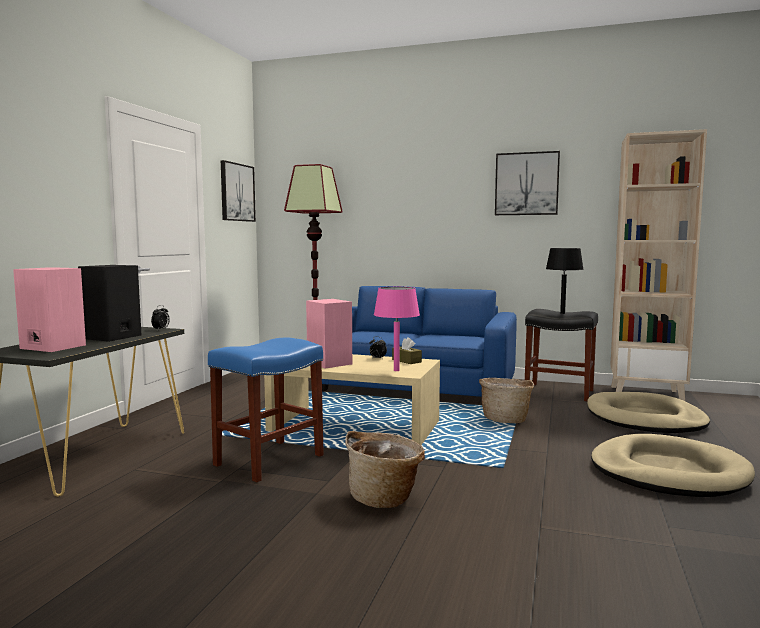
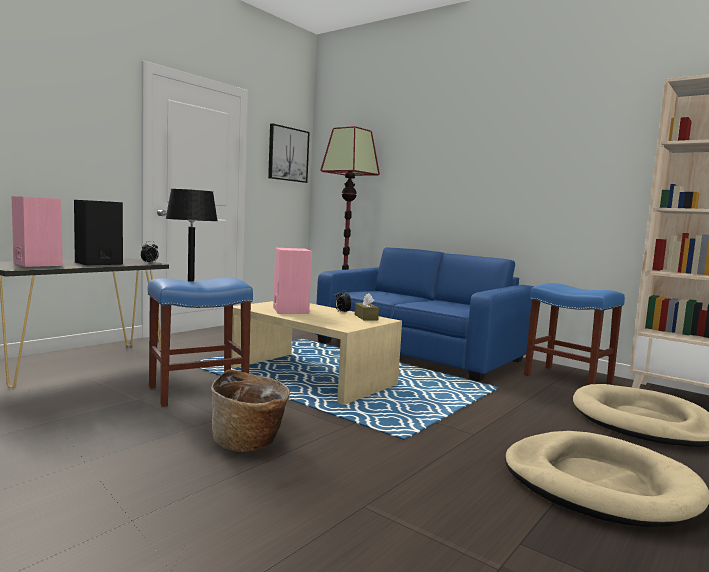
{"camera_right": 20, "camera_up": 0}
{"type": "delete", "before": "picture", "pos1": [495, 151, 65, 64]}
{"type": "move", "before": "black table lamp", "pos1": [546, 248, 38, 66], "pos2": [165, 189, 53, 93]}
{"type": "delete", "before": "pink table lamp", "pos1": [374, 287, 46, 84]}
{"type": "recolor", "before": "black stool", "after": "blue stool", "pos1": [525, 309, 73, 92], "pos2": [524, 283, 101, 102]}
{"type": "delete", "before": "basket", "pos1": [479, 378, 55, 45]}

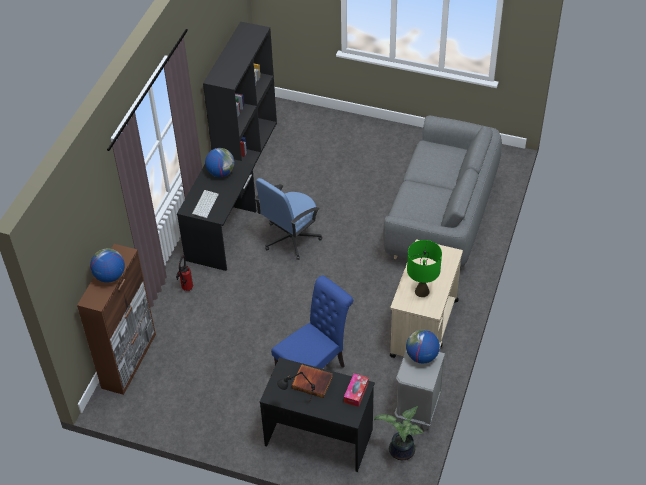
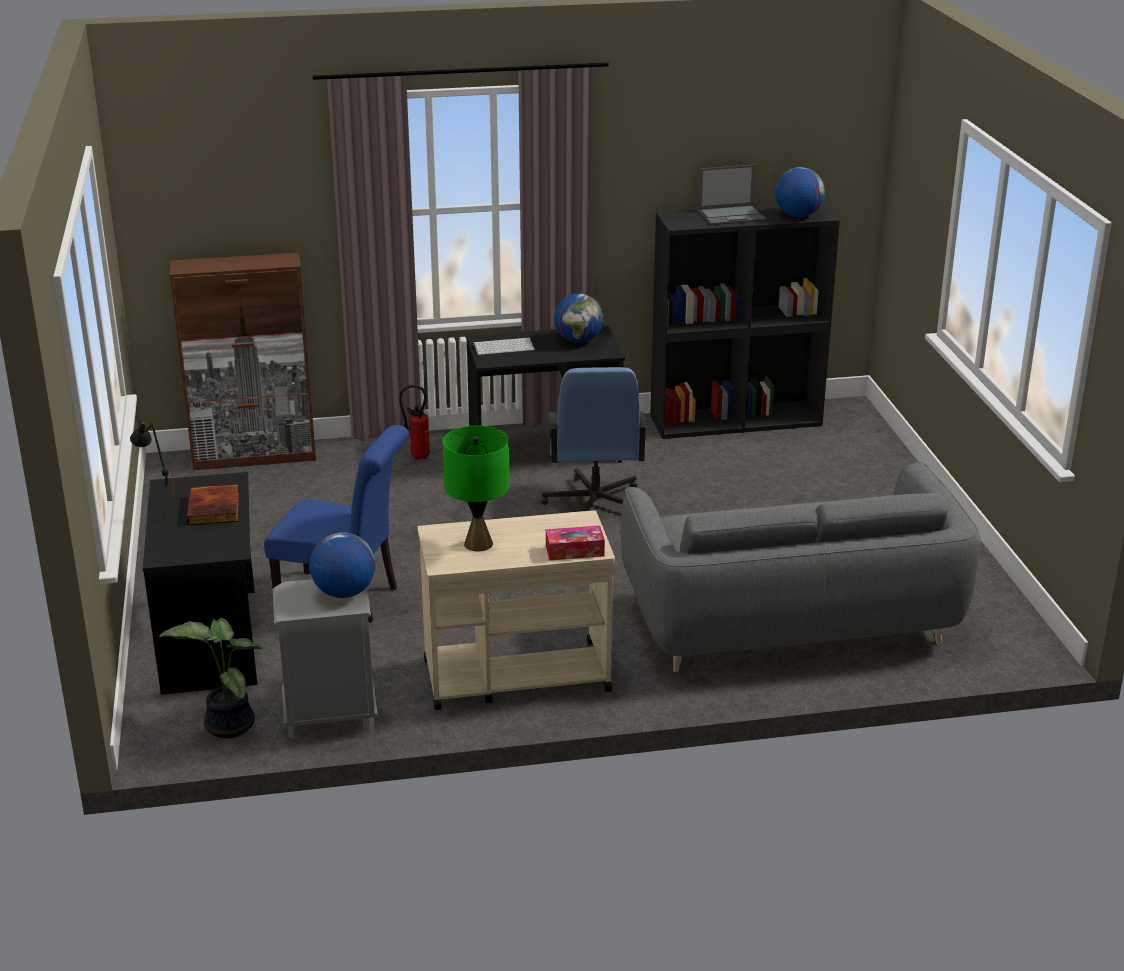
{"camera_right": 60, "camera_up": -20}
{"type": "rotate", "before": "blue office chair", "pos1": [255, 178, 67, 82], "pos2": [541, 367, 106, 144], "turn": -105}
{"type": "move", "before": "globe", "pos1": [90, 249, 35, 34], "pos2": [775, 167, 50, 50]}
{"type": "move", "before": "tissue box", "pos1": [344, 373, 25, 34], "pos2": [546, 526, 59, 34]}
{"type": "insert", "after": "laptop", "pos2": [698, 165, 68, 60]}

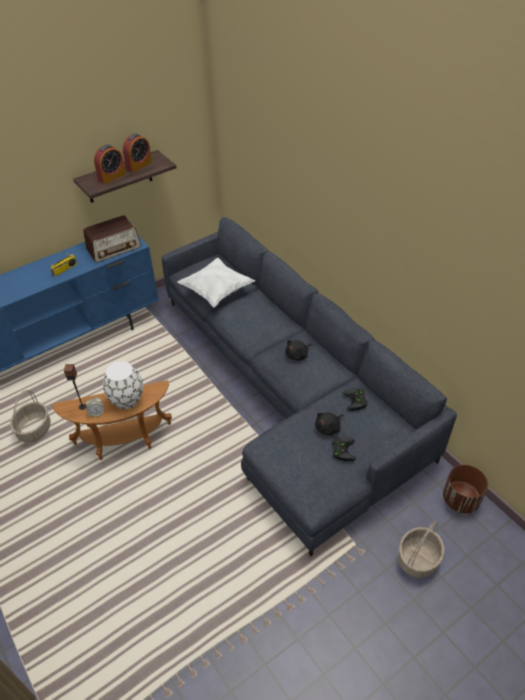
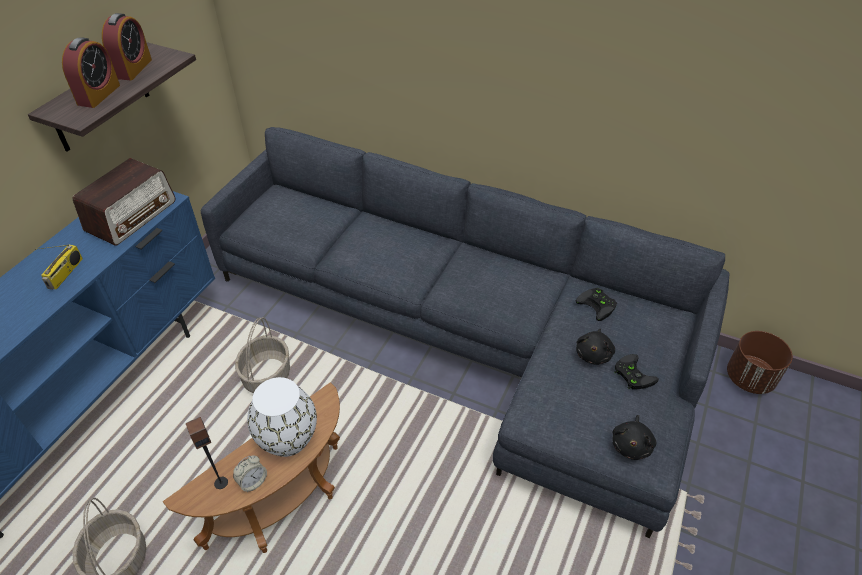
{"camera_right": -30, "camera_up": 0}
{"type": "delete", "before": "white pillow", "pos1": [177, 258, 78, 49]}
{"type": "move", "before": "black plush toy", "pos1": [285, 340, 27, 21], "pos2": [613, 415, 43, 45]}
{"type": "move", "before": "basket", "pos1": [398, 521, 47, 57], "pos2": [235, 317, 55, 76]}

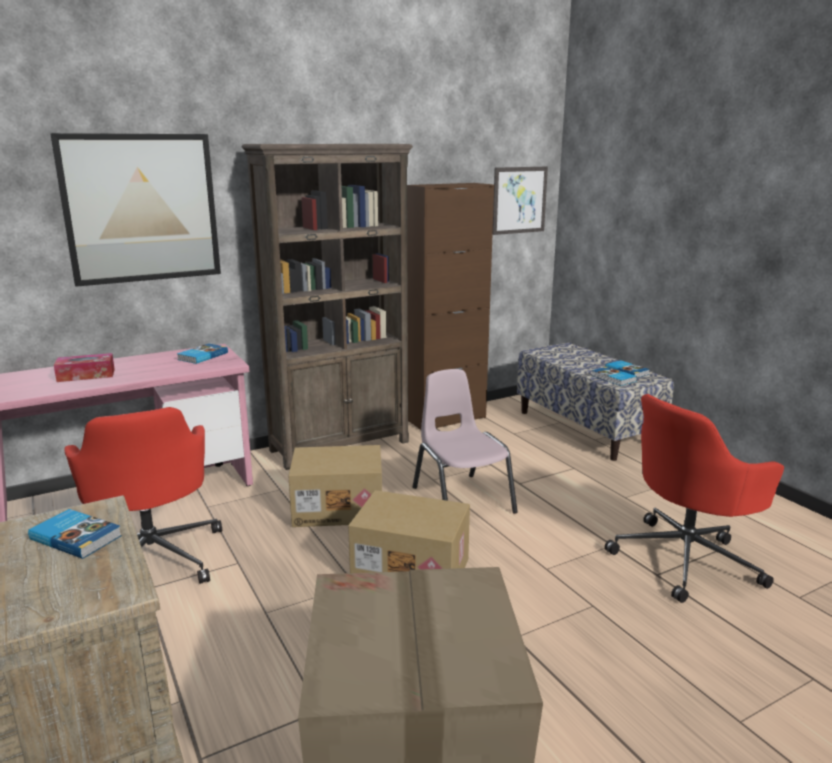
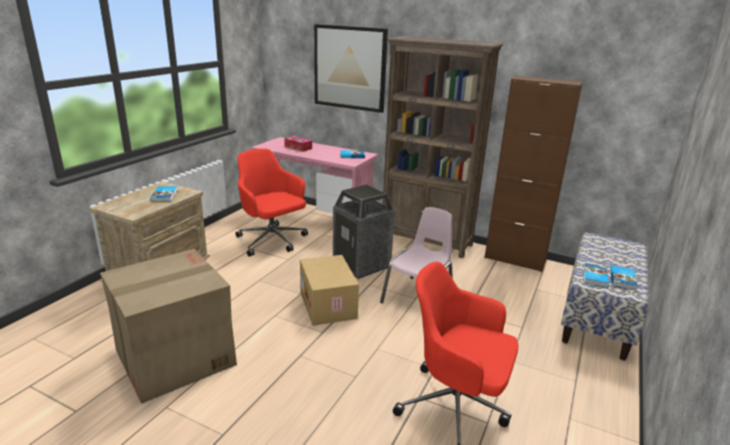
{"camera_right": 55, "camera_up": 5}
{"type": "delete", "before": "picture", "pos1": [492, 167, 56, 68]}
{"type": "rotate", "before": "red office chair", "pos1": [64, 407, 158, 177], "pos2": [236, 148, 72, 109], "turn": 105}
{"type": "replace", "before": "cardboard box", "after": "trash can", "pos1": [288, 445, 94, 82], "pos2": [333, 184, 62, 95]}

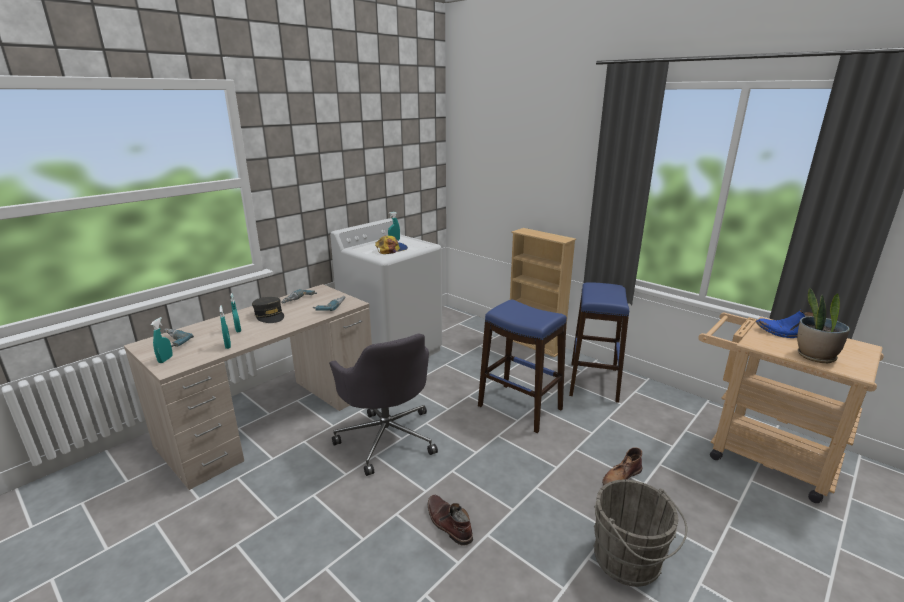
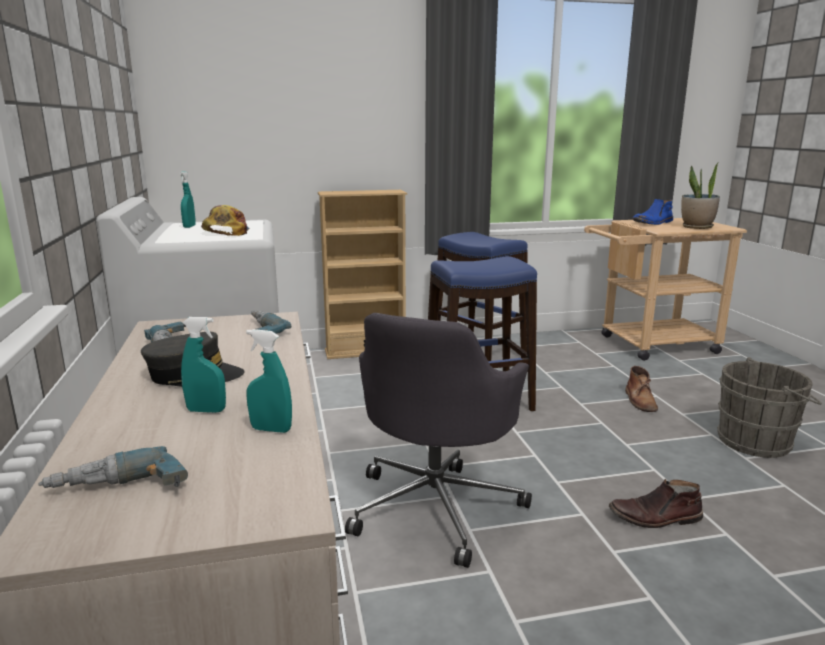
{"camera_right": -55, "camera_up": -5}
{"type": "delete", "before": "turquoise spray bottle", "pos1": [151, 317, 22, 46]}
{"type": "rotate", "before": "grey office chair", "pos1": [329, 334, 109, 142], "pos2": [345, 313, 187, 255], "turn": 105}

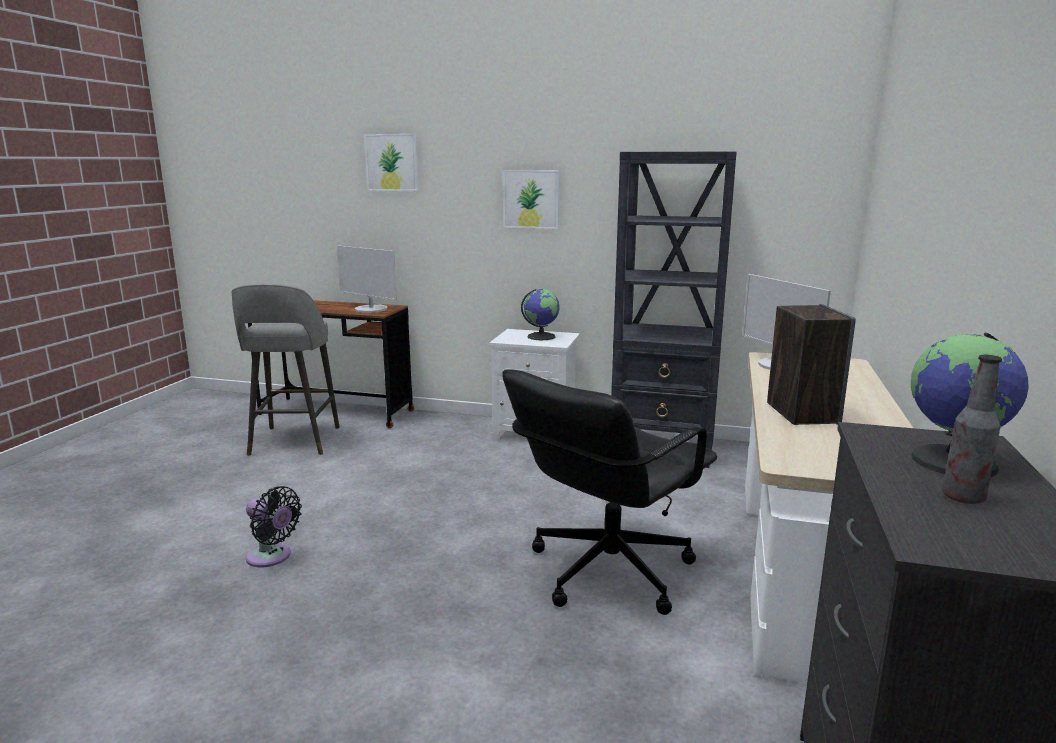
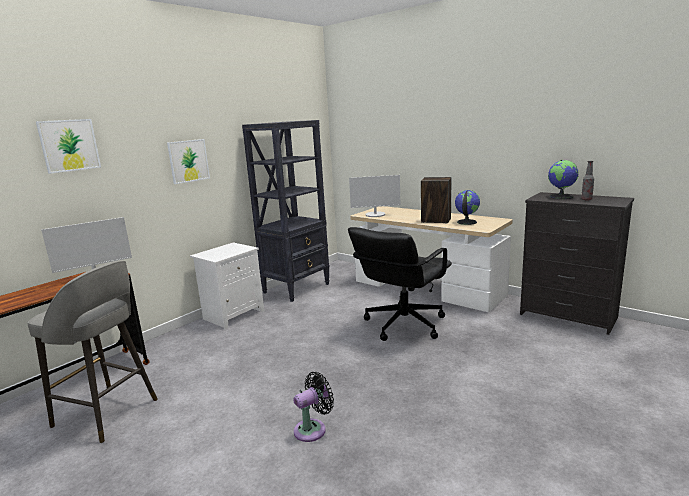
{"camera_right": -65, "camera_up": 0}
{"type": "move", "before": "globe", "pos1": [521, 289, 39, 51], "pos2": [455, 190, 25, 35]}
{"type": "rotate", "before": "black office chair", "pos1": [502, 369, 215, 246], "pos2": [348, 227, 104, 114], "turn": 60}

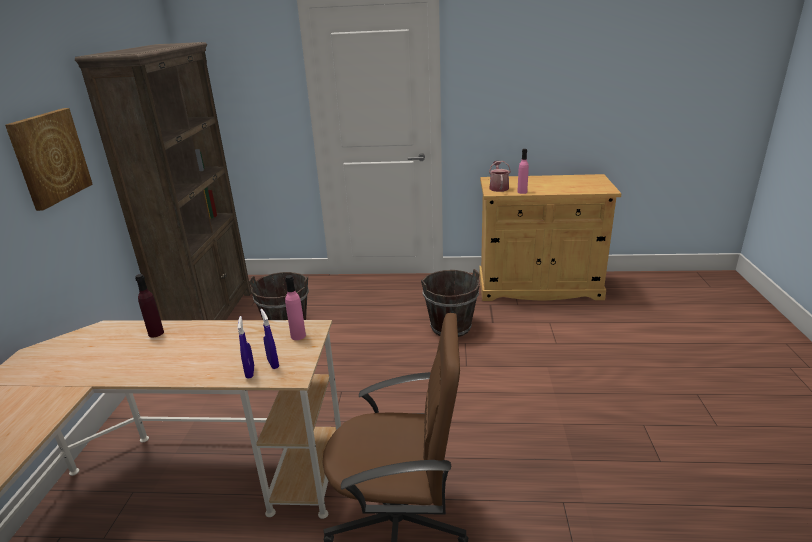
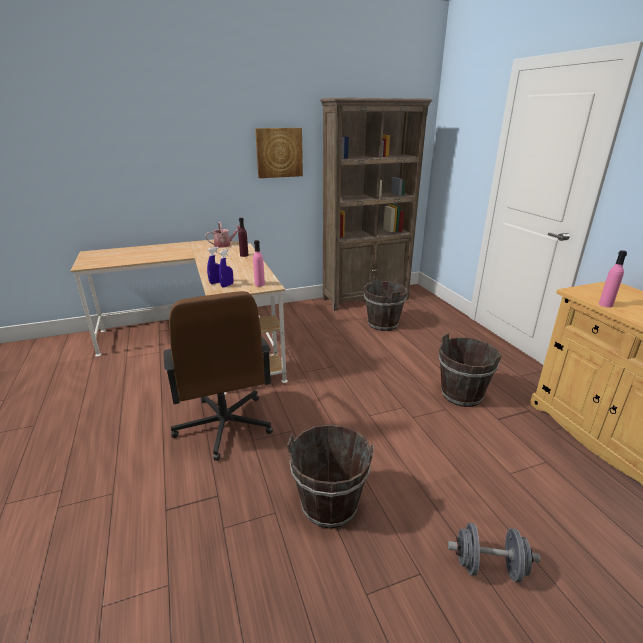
{"camera_right": 65, "camera_up": 0}
{"type": "move", "before": "watering can", "pos1": [489, 161, 22, 31], "pos2": [205, 222, 35, 26]}
{"type": "insert", "after": "brown bucket", "pos2": [287, 424, 87, 105]}
{"type": "insert", "after": "grey dumbbell", "pos2": [448, 523, 92, 59]}

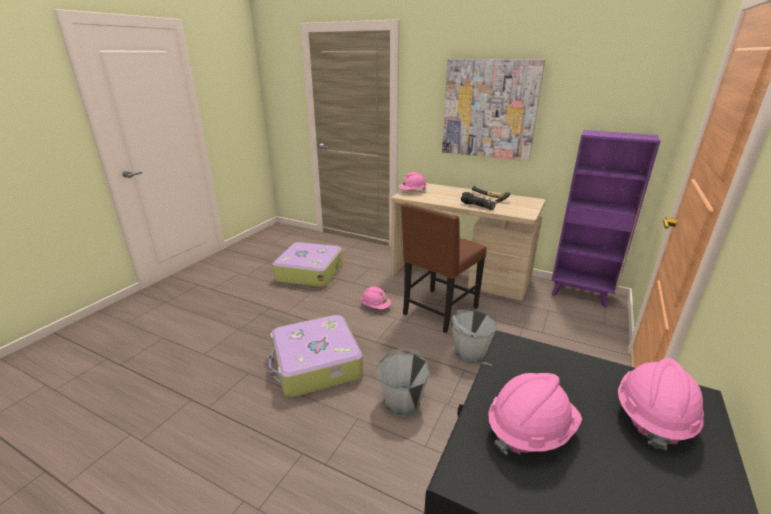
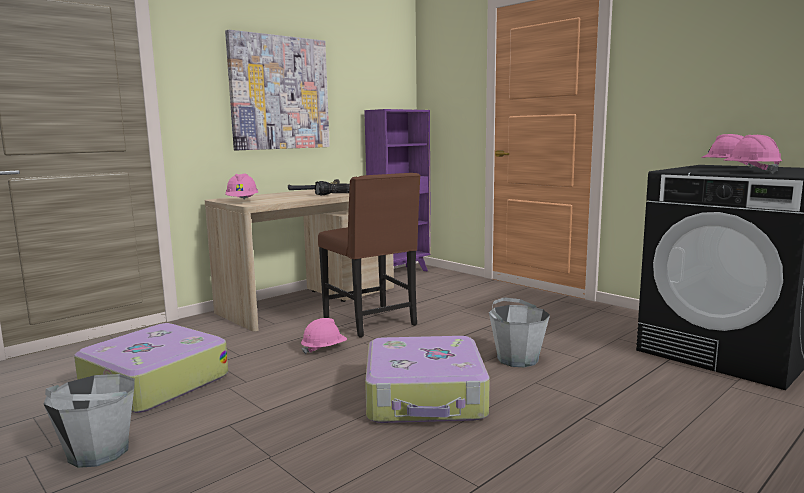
{"camera_right": -70, "camera_up": -15}
{"type": "move", "before": "grey bucket", "pos1": [451, 310, 45, 53], "pos2": [44, 374, 91, 94]}

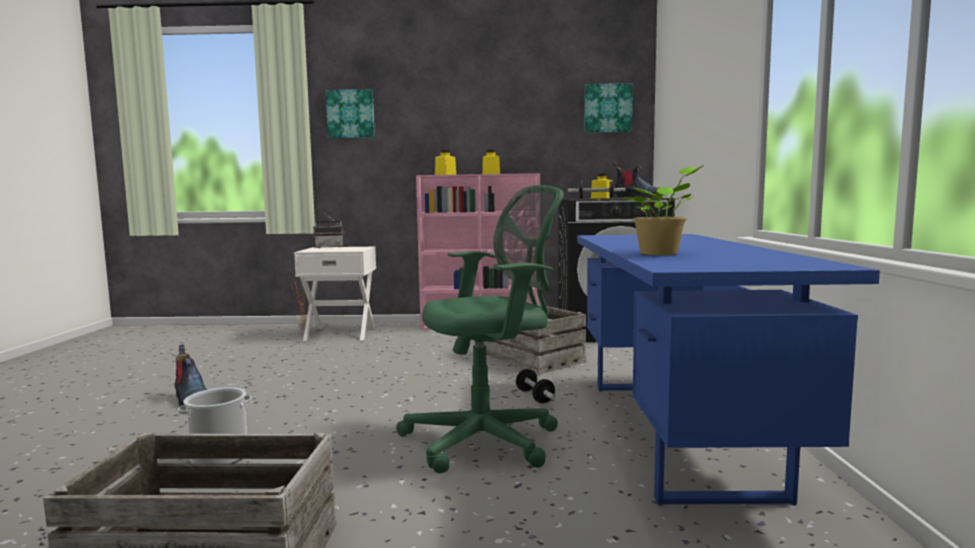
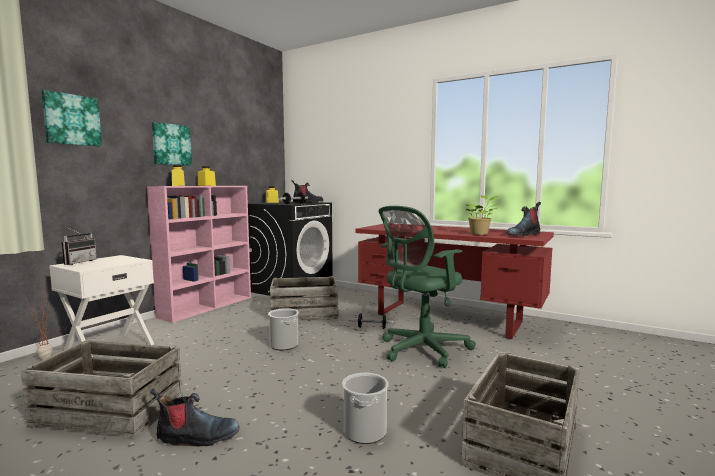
{"camera_right": -60, "camera_up": 0}
{"type": "move", "before": "picture", "pos1": [584, 83, 49, 50], "pos2": [152, 122, 40, 44]}
{"type": "rotate", "before": "green office chair", "pos1": [396, 185, 168, 288], "pos2": [379, 206, 97, 162], "turn": -135}
{"type": "recolor", "before": "blue desk", "after": "red desk", "pos1": [577, 234, 303, 272], "pos2": [355, 224, 199, 115]}
{"type": "insert", "after": "boot", "pos2": [506, 202, 35, 34]}
{"type": "insert", "after": "bucket", "pos2": [268, 308, 31, 42]}
{"type": "insert", "after": "crate", "pos2": [21, 340, 162, 100]}

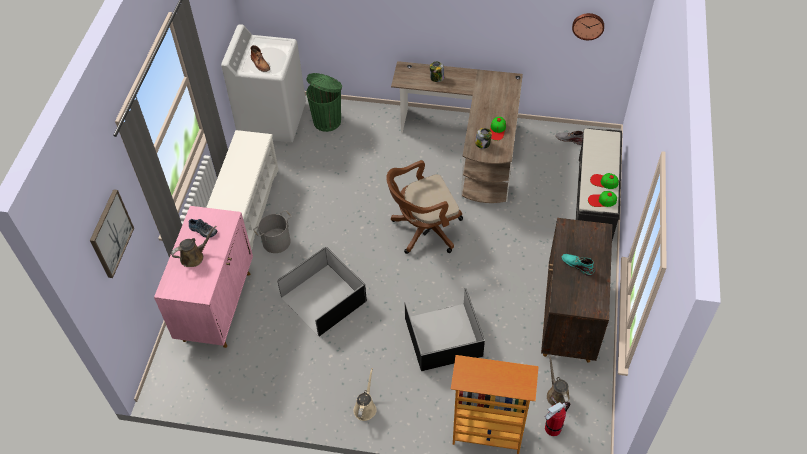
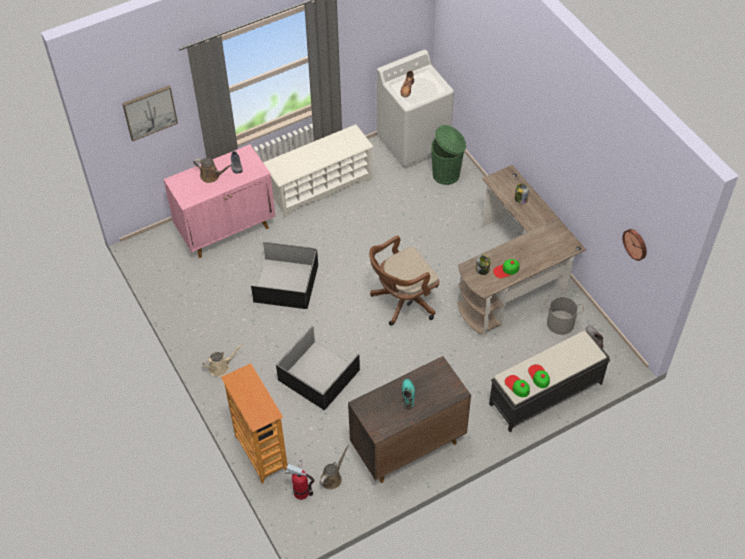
{"camera_right": 50, "camera_up": 0}
{"type": "rotate", "before": "brown office chair", "pos1": [386, 160, 77, 94], "pos2": [369, 235, 70, 91], "turn": -60}
{"type": "move", "before": "grey bucket", "pos1": [253, 210, 39, 43], "pos2": [545, 297, 39, 38]}

